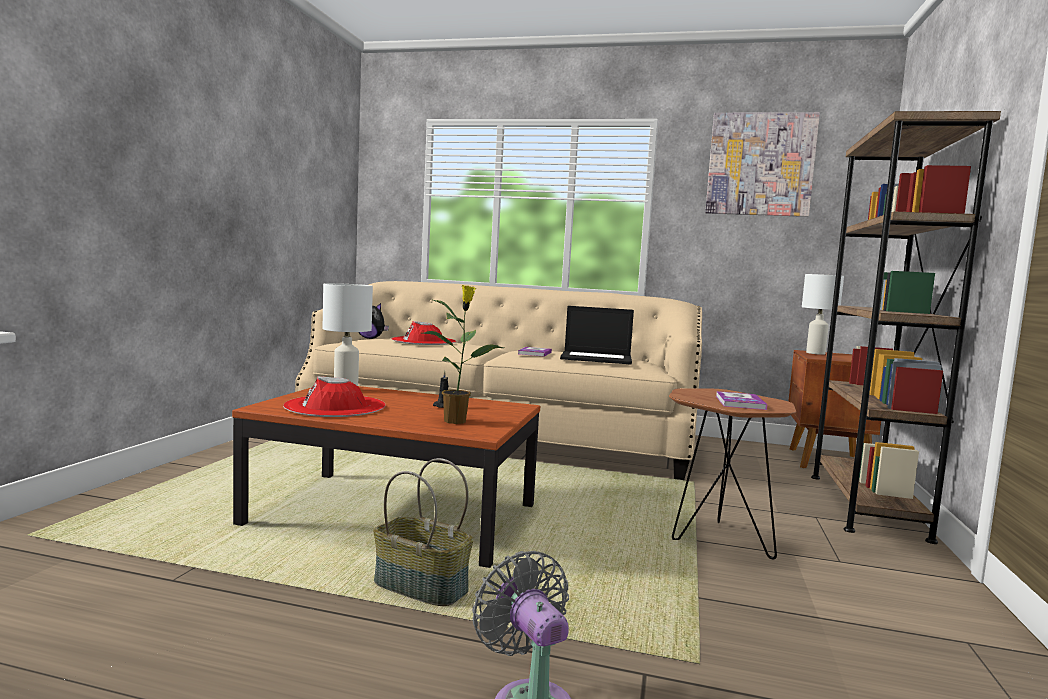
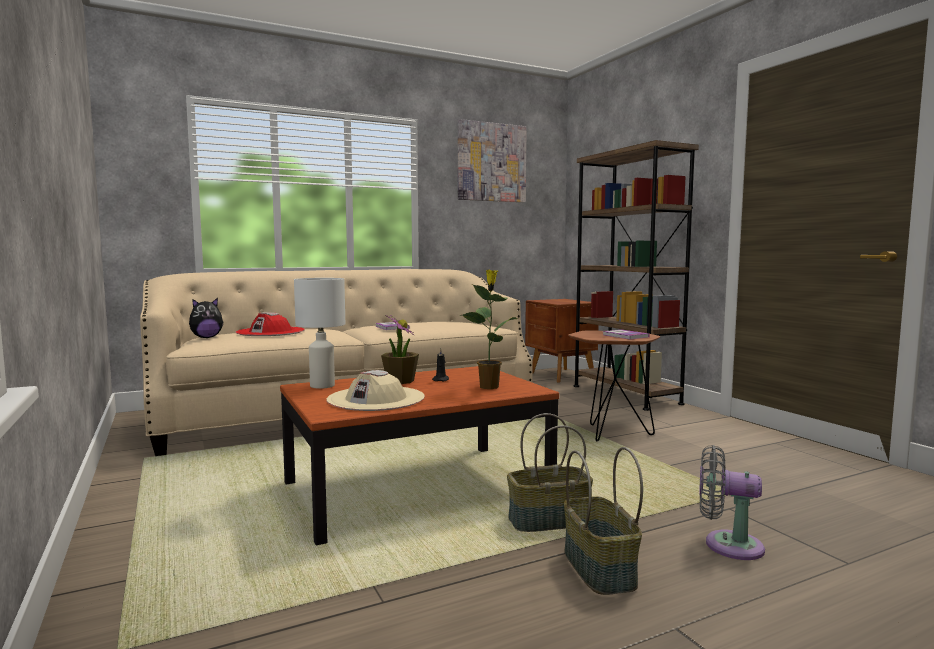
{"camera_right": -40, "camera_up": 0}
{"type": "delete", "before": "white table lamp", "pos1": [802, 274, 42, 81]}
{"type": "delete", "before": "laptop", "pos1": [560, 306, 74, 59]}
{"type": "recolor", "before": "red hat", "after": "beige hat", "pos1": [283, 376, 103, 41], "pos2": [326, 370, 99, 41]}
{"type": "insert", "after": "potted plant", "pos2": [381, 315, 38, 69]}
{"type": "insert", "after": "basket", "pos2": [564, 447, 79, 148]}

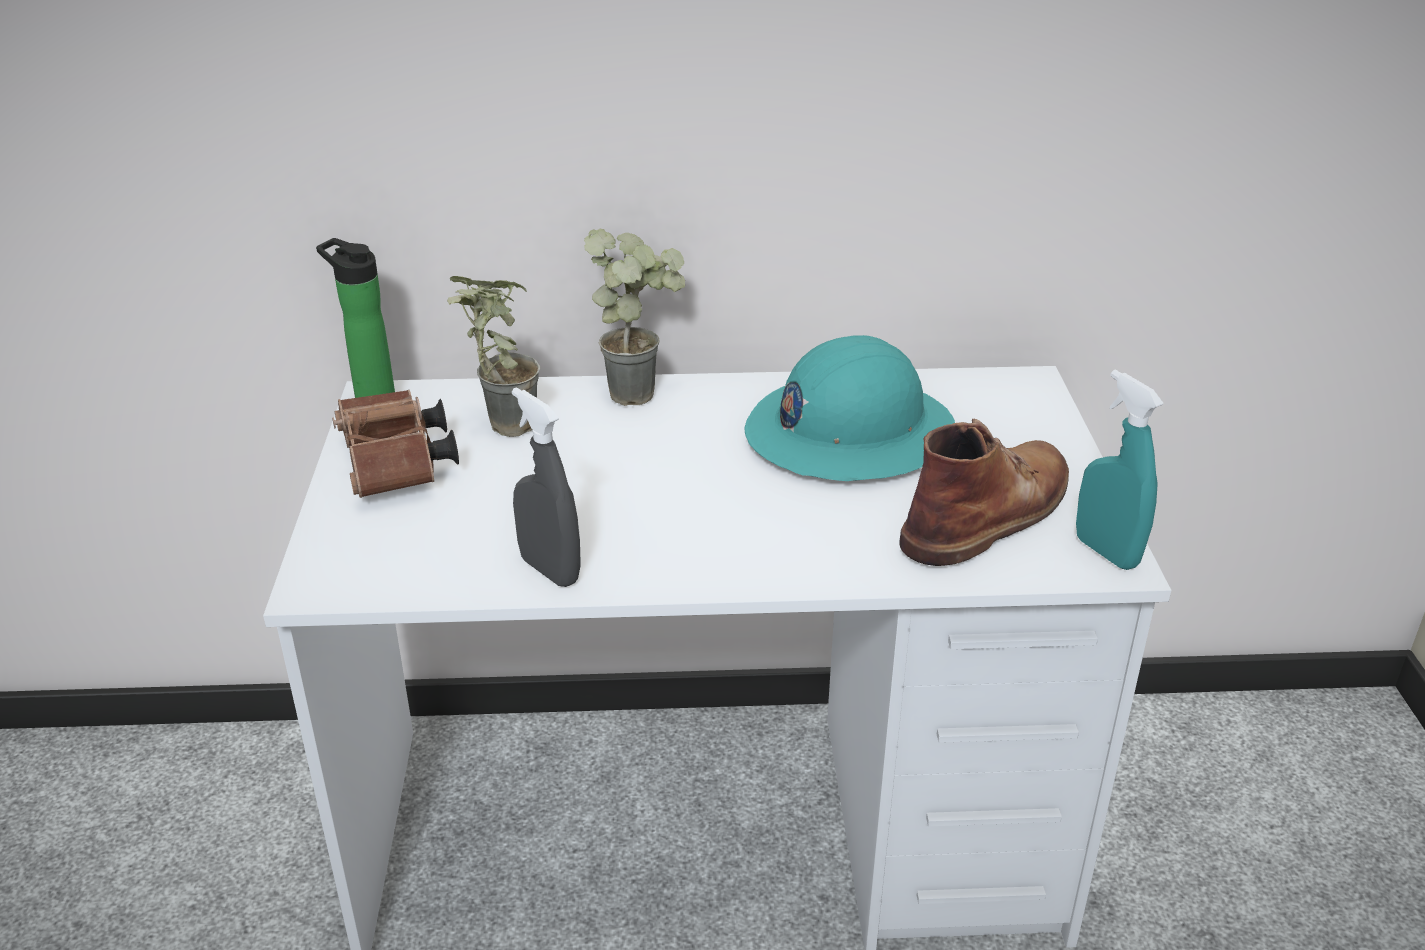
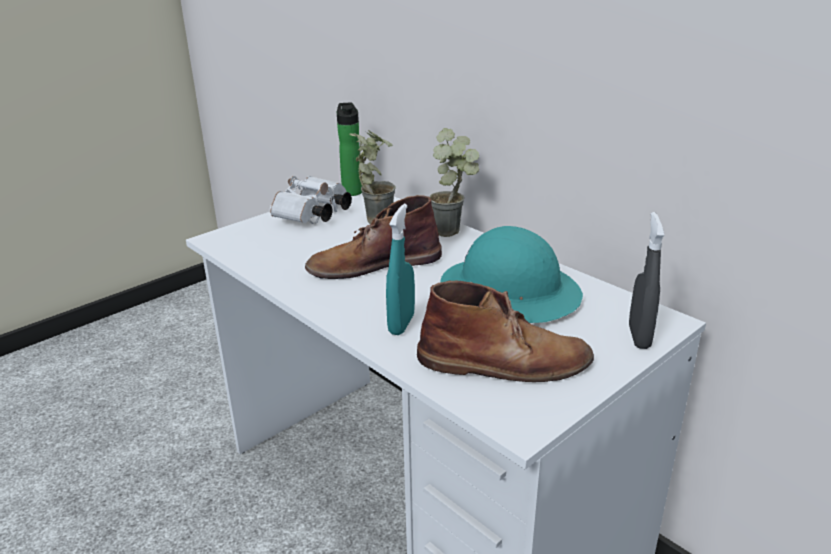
{"camera_right": 50, "camera_up": -5}
{"type": "move", "before": "turquoise spray bottle", "pos1": [1076, 370, 88, 200], "pos2": [386, 204, 29, 131]}
{"type": "move", "before": "grey spray bottle", "pos1": [512, 387, 69, 200], "pos2": [629, 212, 35, 137]}
{"type": "recolor", "before": "brown binoculars", "after": "white binoculars", "pos1": [332, 390, 127, 108], "pos2": [270, 176, 82, 48]}
{"type": "insert", "after": "brown boot", "pos2": [305, 195, 137, 84]}

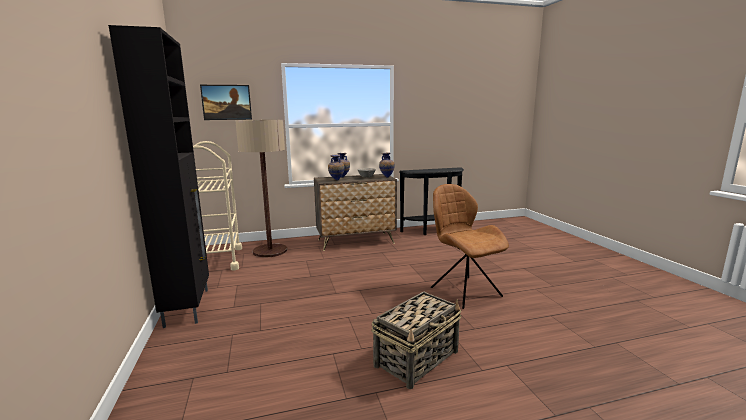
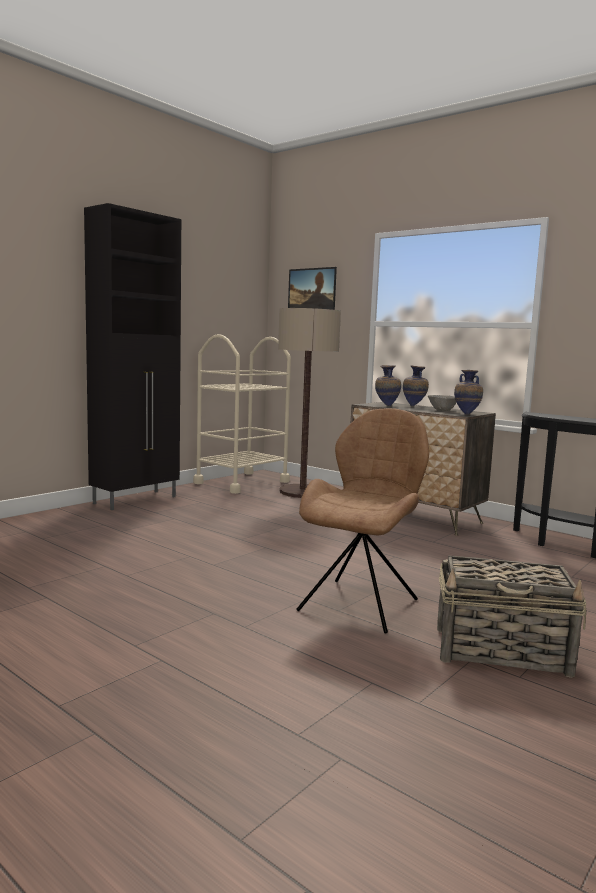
{"camera_right": 55, "camera_up": -5}
{"type": "move", "before": "basket", "pos1": [372, 291, 89, 98], "pos2": [437, 555, 150, 123]}

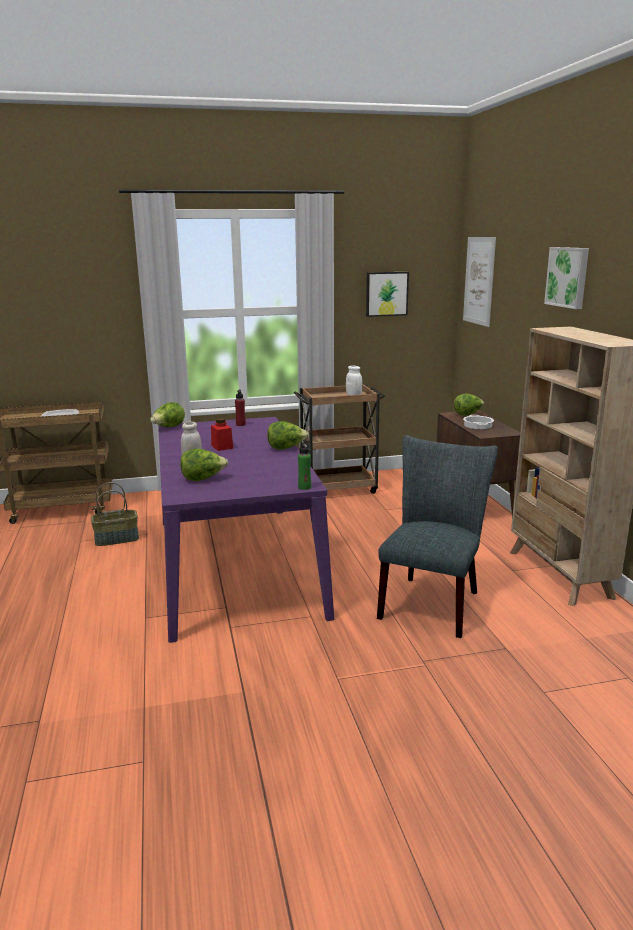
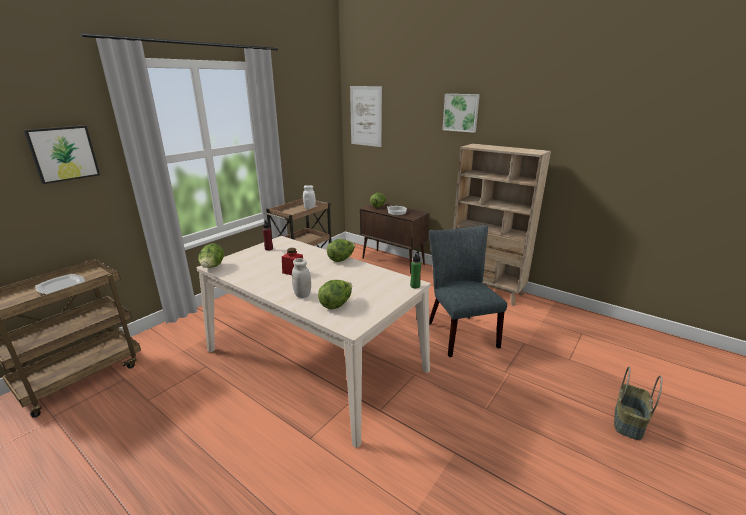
{"camera_right": -40, "camera_up": 5}
{"type": "move", "before": "picture", "pos1": [366, 272, 43, 45], "pos2": [24, 125, 76, 59]}
{"type": "recolor", "before": "purple dining table", "after": "beige dining table", "pos1": [158, 417, 176, 226], "pos2": [196, 236, 234, 212]}
{"type": "move", "before": "basket", "pos1": [91, 482, 48, 64], "pos2": [614, 367, 48, 73]}

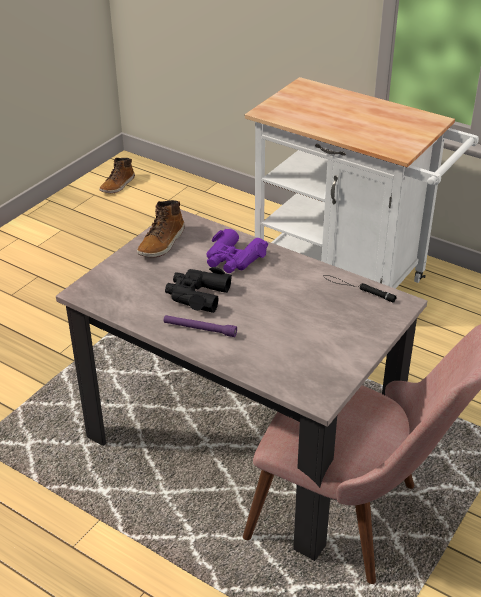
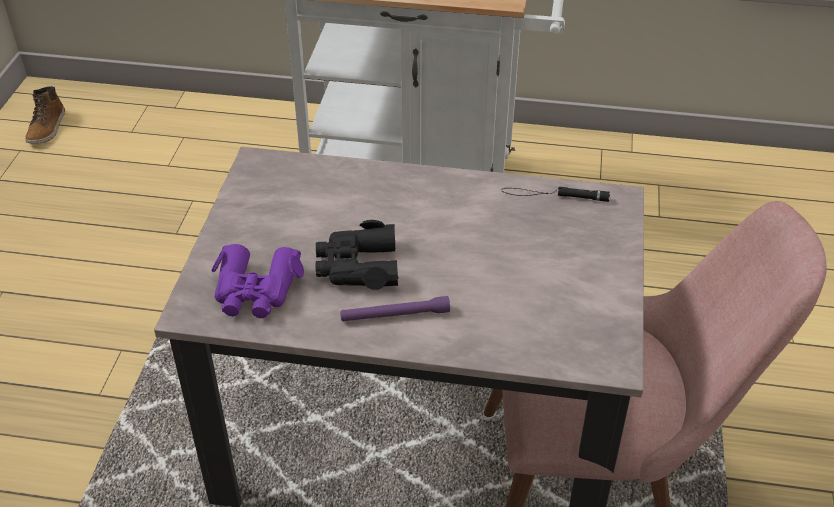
{"camera_right": -25, "camera_up": 5}
{"type": "delete", "before": "boot", "pos1": [137, 200, 48, 58]}
{"type": "move", "before": "purple binoculars", "pos1": [207, 229, 61, 44], "pos2": [211, 244, 93, 74]}

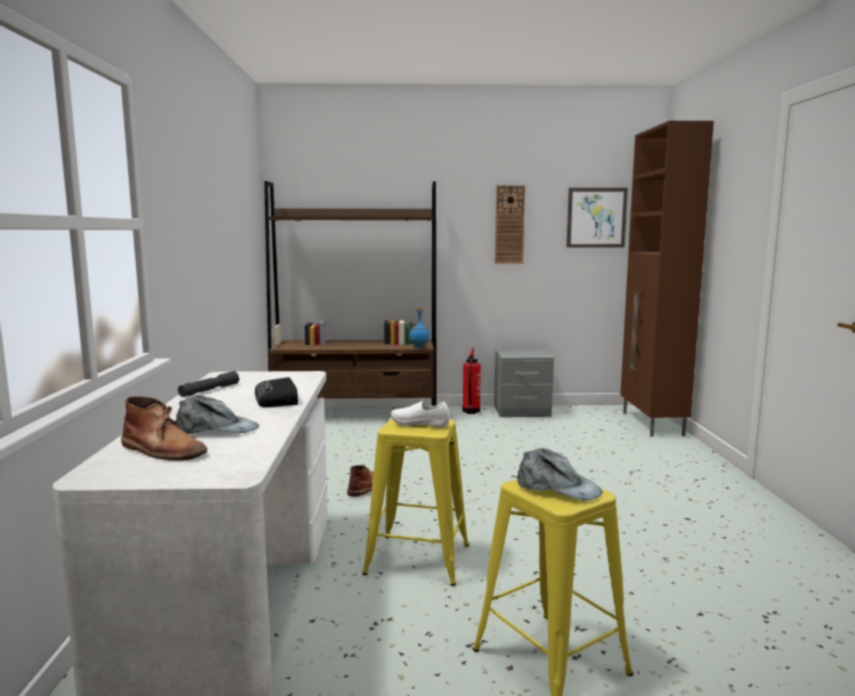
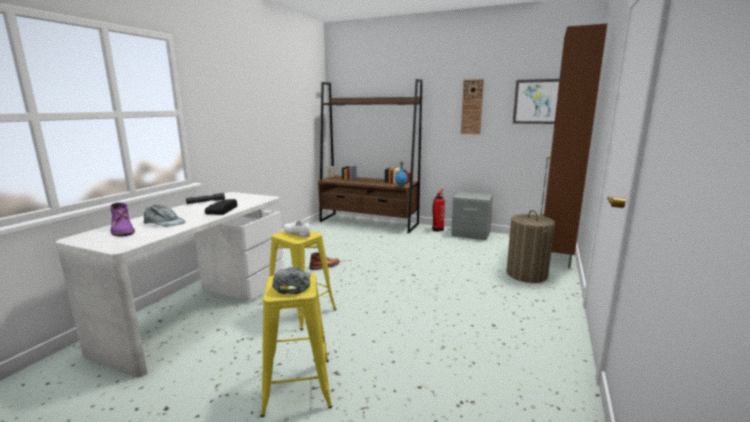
{"camera_right": 25, "camera_up": 5}
{"type": "recolor", "before": "brown boot", "after": "purple boot", "pos1": [121, 396, 86, 65], "pos2": [110, 202, 25, 35]}
{"type": "rotate", "before": "grey cap", "pos1": [517, 448, 86, 52], "pos2": [272, 267, 39, 27], "turn": -150}
{"type": "insert", "after": "laundry basket", "pos2": [506, 210, 49, 73]}

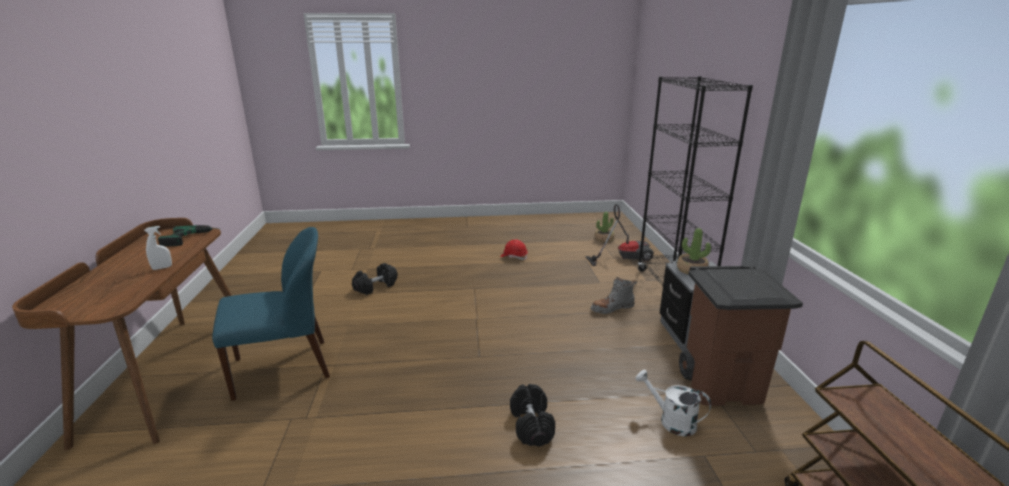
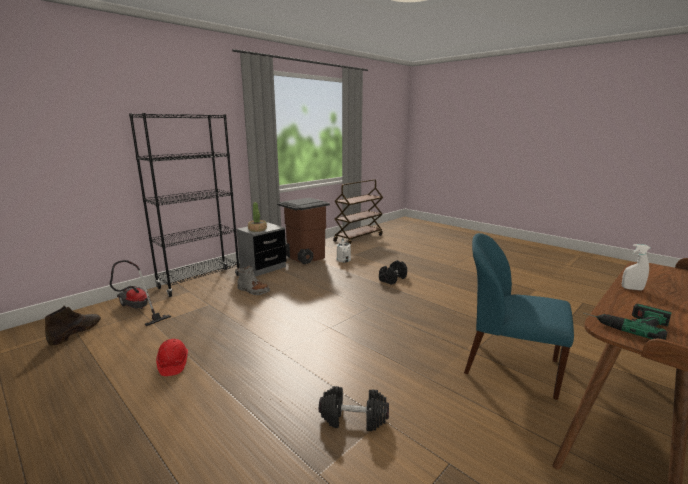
{"camera_right": -130, "camera_up": -5}
{"type": "replace", "before": "potted plant", "after": "brown boot", "pos1": [595, 212, 20, 30], "pos2": [45, 306, 56, 40]}

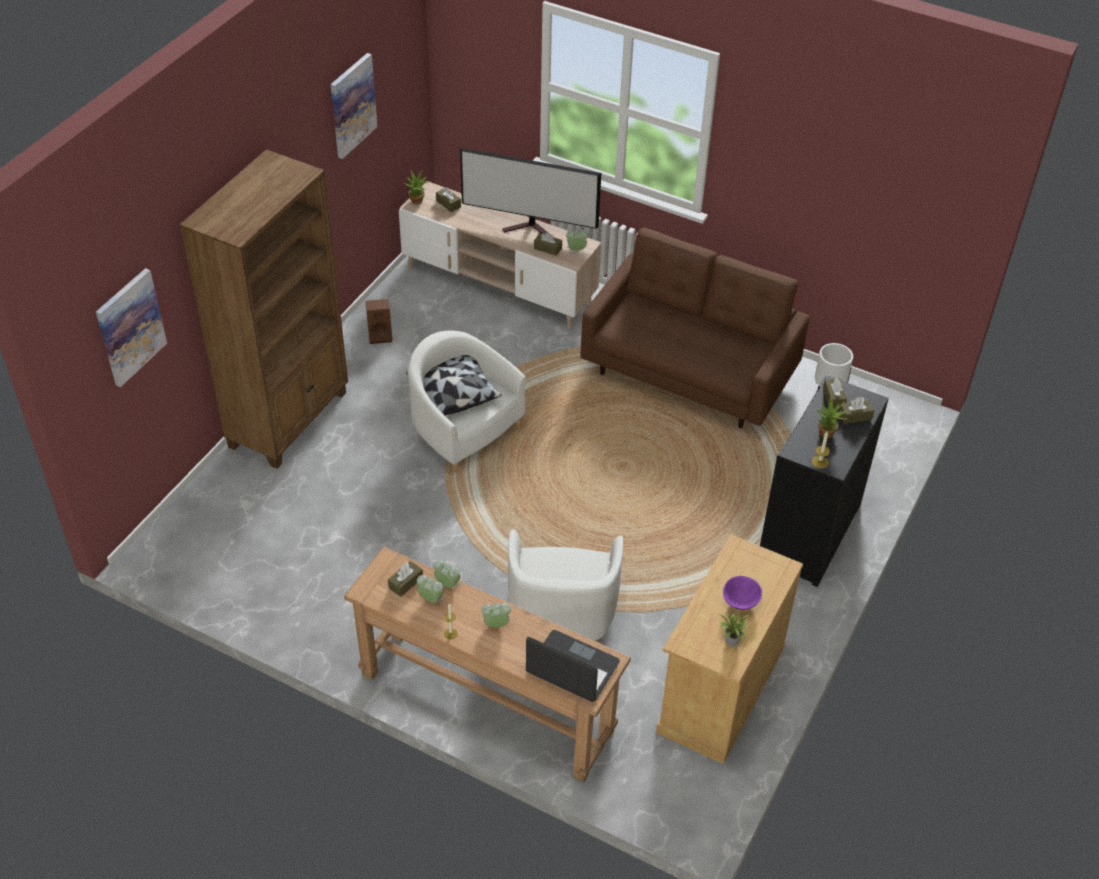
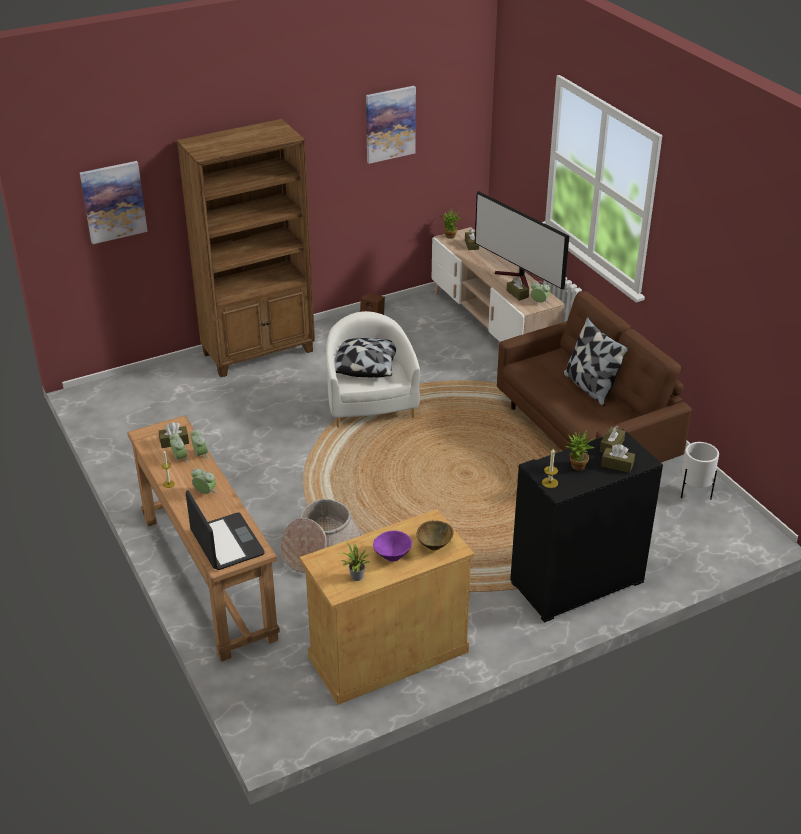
{"camera_right": 35, "camera_up": -10}
{"type": "replace", "before": "white armchair", "after": "basket", "pos1": [508, 530, 116, 112], "pos2": [280, 499, 83, 73]}
{"type": "insert", "after": "pillow", "pos2": [563, 317, 66, 89]}
{"type": "insert", "after": "brown bowl", "pos2": [416, 521, 38, 29]}

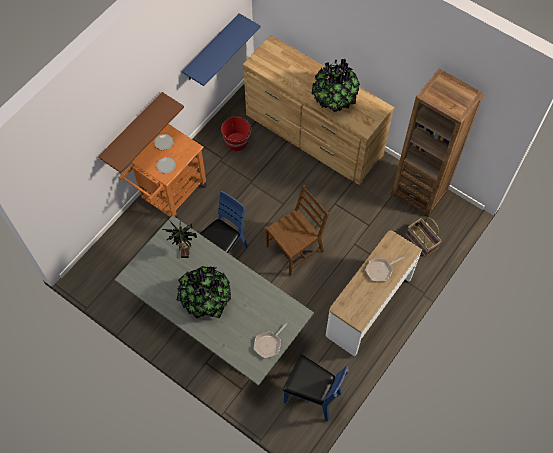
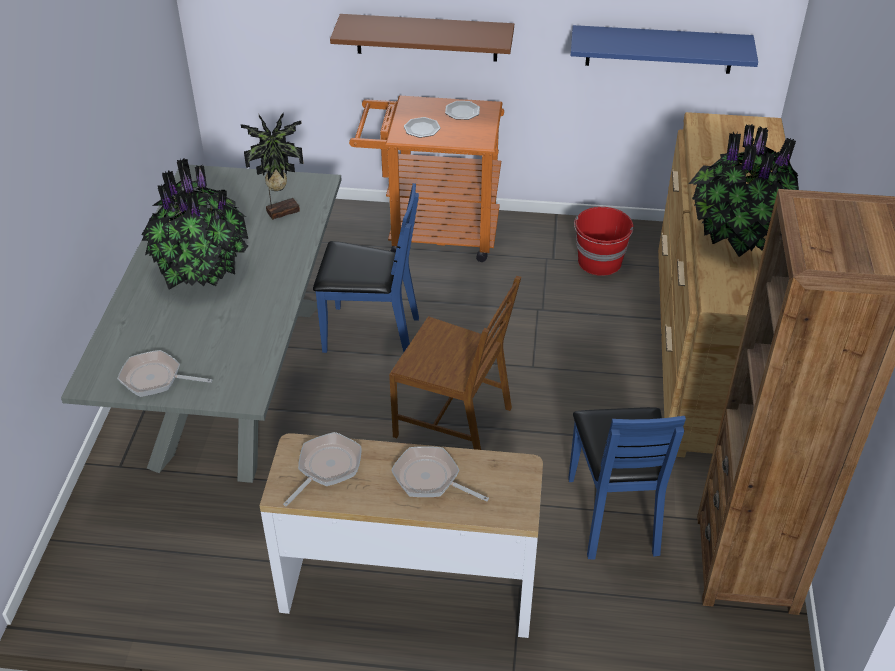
{"camera_right": 60, "camera_up": -20}
{"type": "delete", "before": "basket", "pos1": [406, 217, 36, 40]}
{"type": "move", "before": "blue chair", "pos1": [283, 355, 66, 67], "pos2": [568, 407, 118, 153]}
{"type": "insert", "after": "frying pan", "pos2": [283, 432, 78, 74]}

